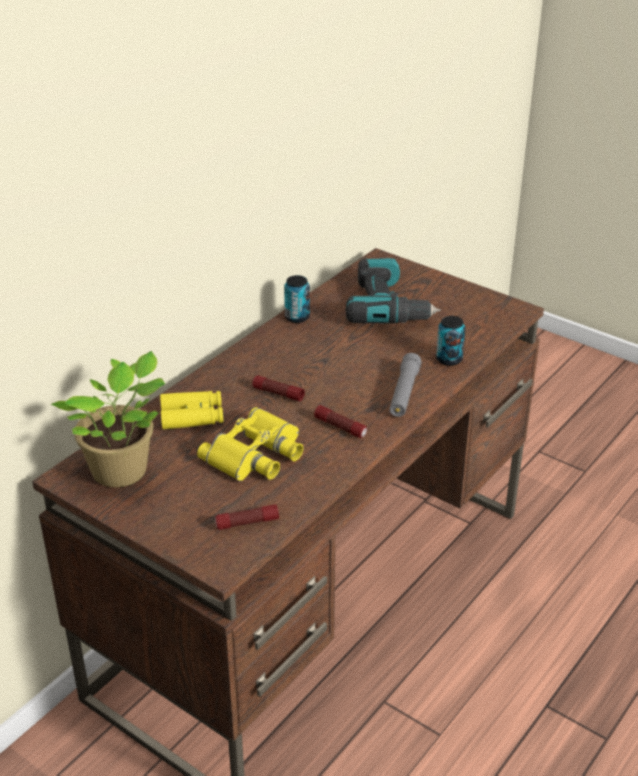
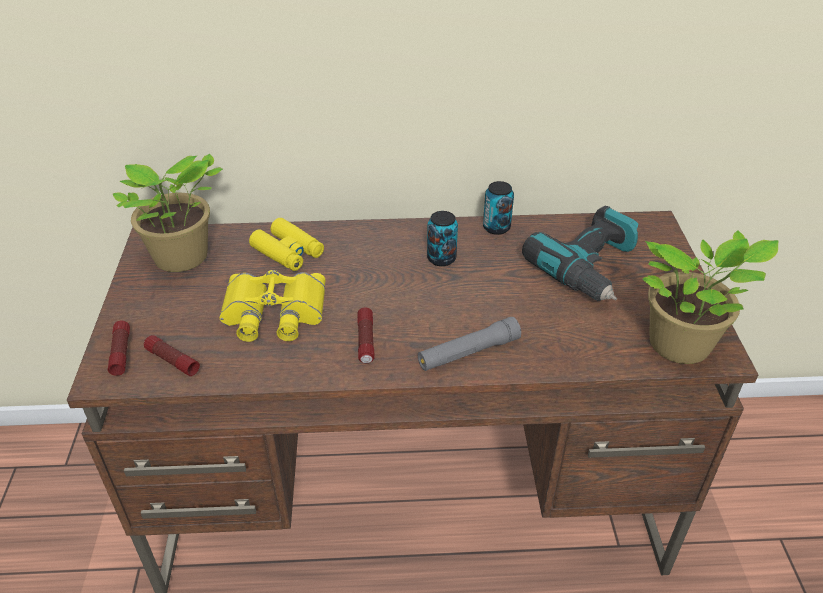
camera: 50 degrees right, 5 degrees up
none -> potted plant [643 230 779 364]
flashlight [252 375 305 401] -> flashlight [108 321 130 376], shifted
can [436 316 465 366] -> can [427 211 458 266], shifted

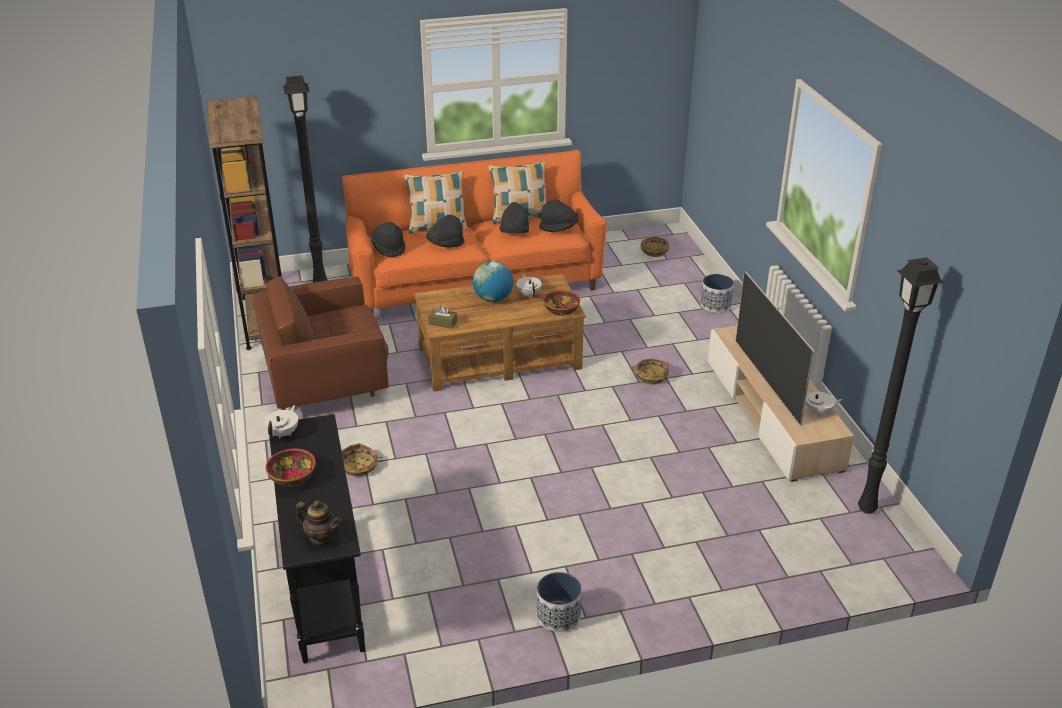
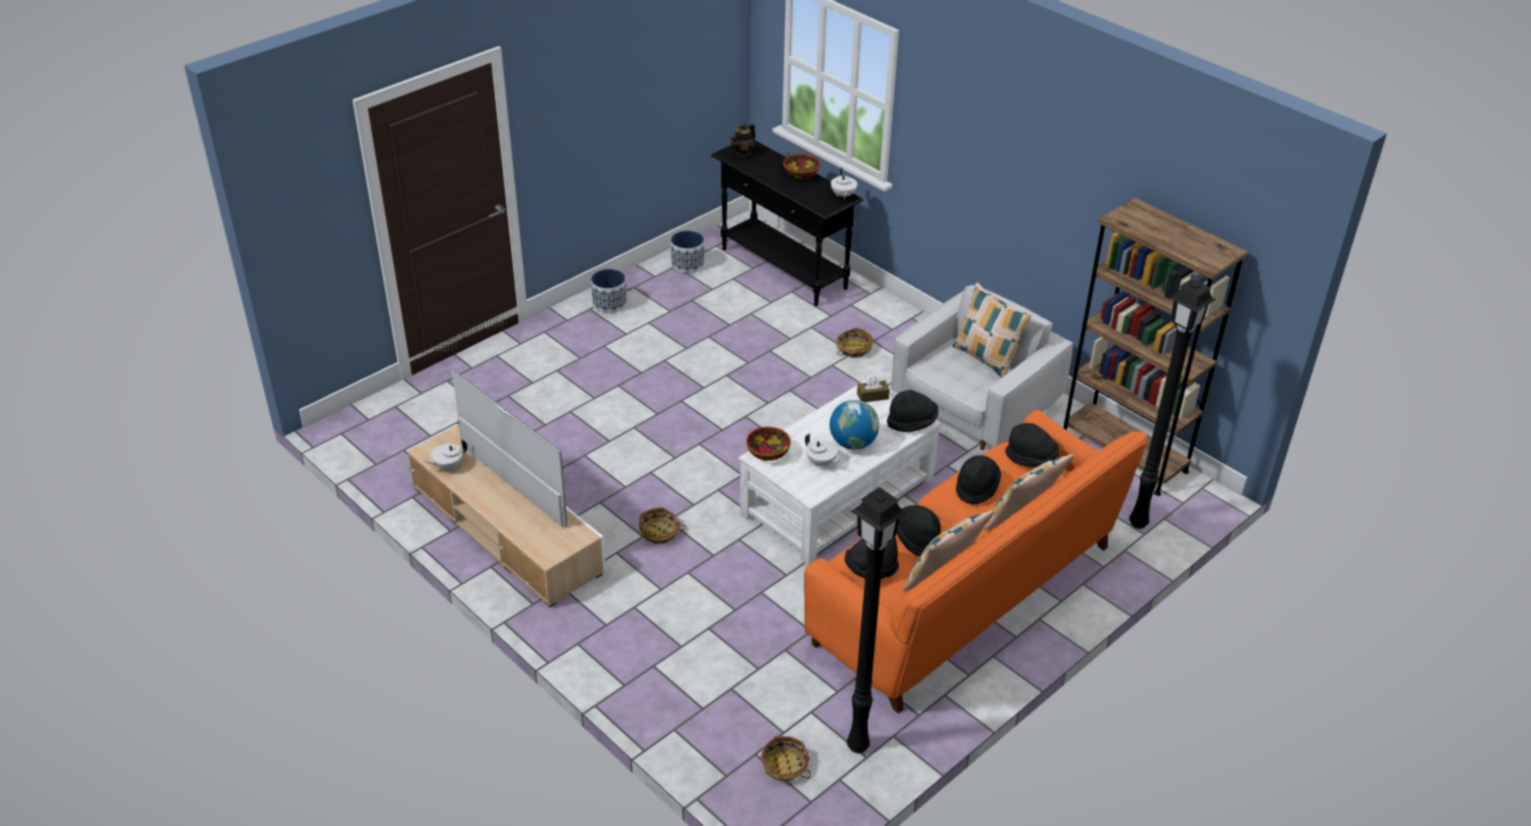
camera: 150 degrees right, 5 degrees up
none -> black hat [887 390 939 432]
none -> pillow [952 282 1031 378]
planter [700 274 734 313] -> planter [671 231 704 273], shifted
black floor lamp [858 258 944 514] -> black floor lamp [847 487 906 753], shifted
brown armchair [254 276 389 410] -> white armchair [891 285 1073 450]
brown coffee table [414 274 586 392] -> white coffee table [738 378 942 565]
teapot [296 500 342 545] -> teapot [731 123 756 158], 45 degrees counterclockwise

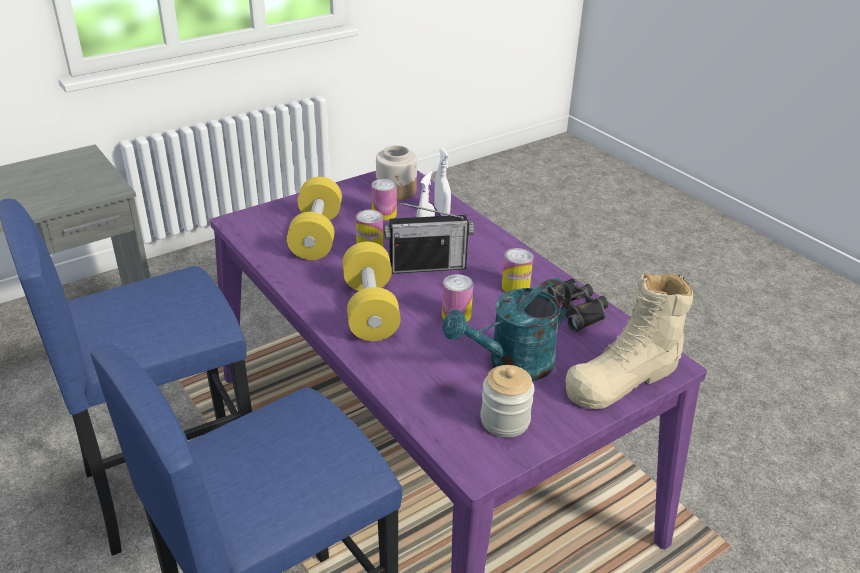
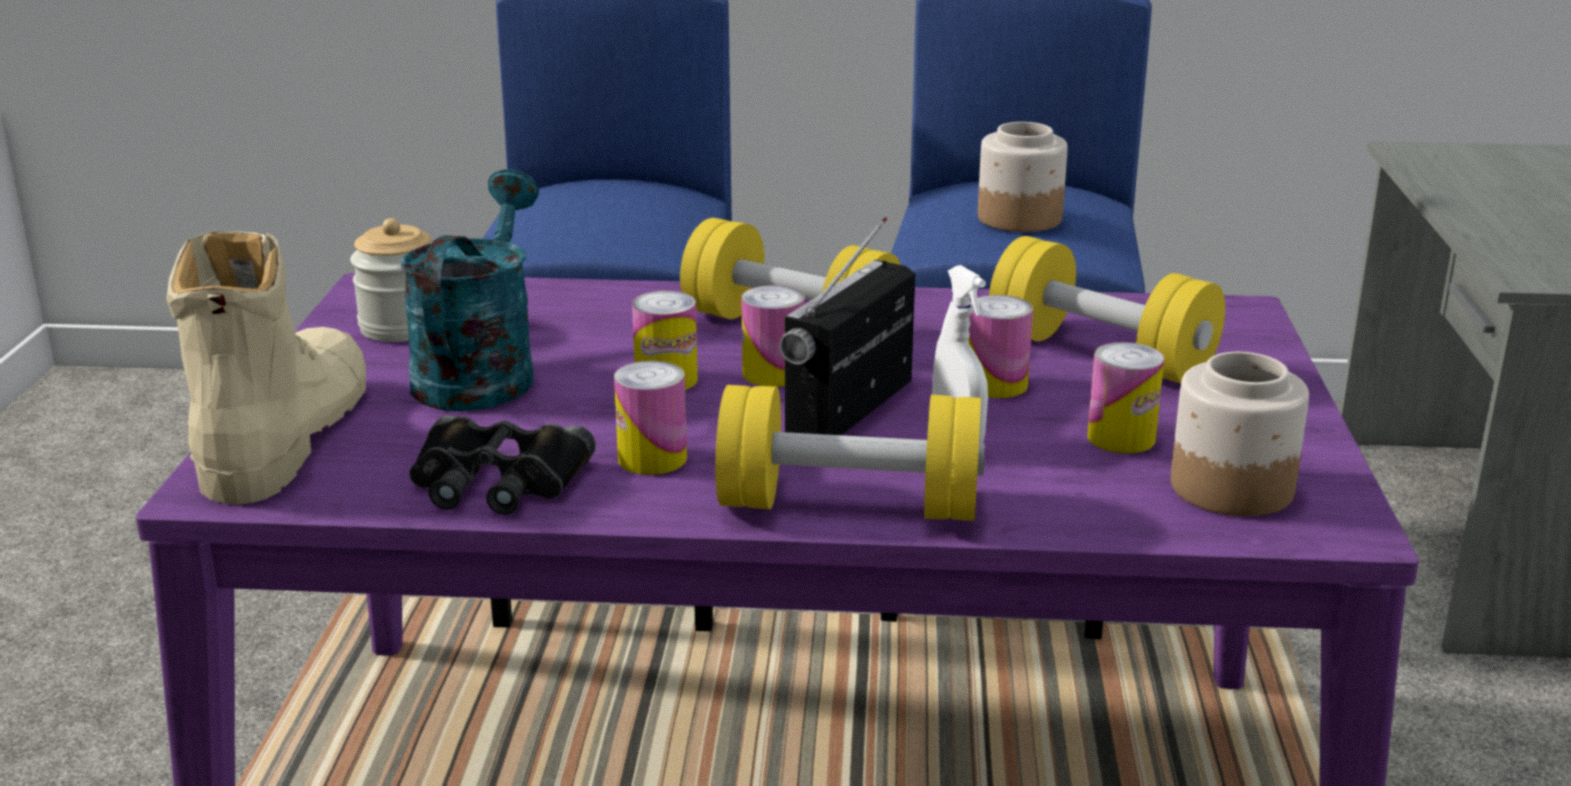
camera: 130 degrees right, 10 degrees down
white spray bottle [434 149 451 216] -> none
none -> yellow dumbbell [715 385 985 521]
none -> can [742 285 805 387]
none -> jar [978 122 1068 232]

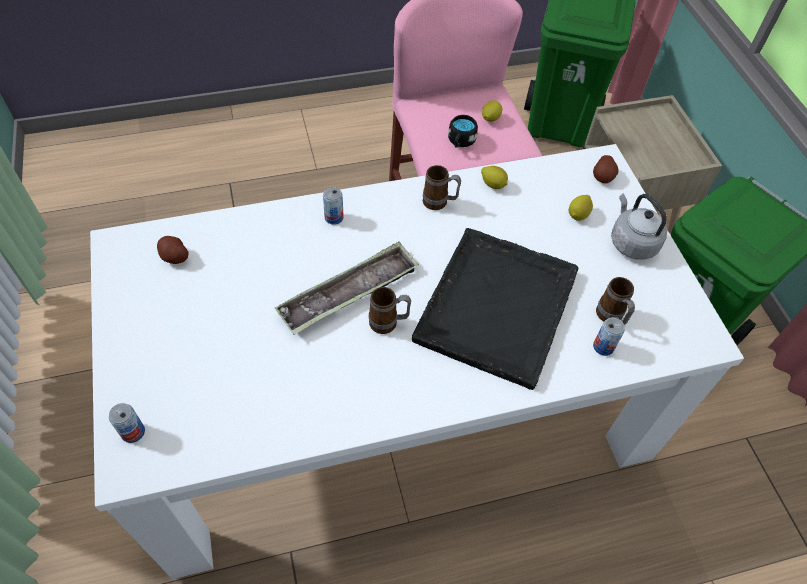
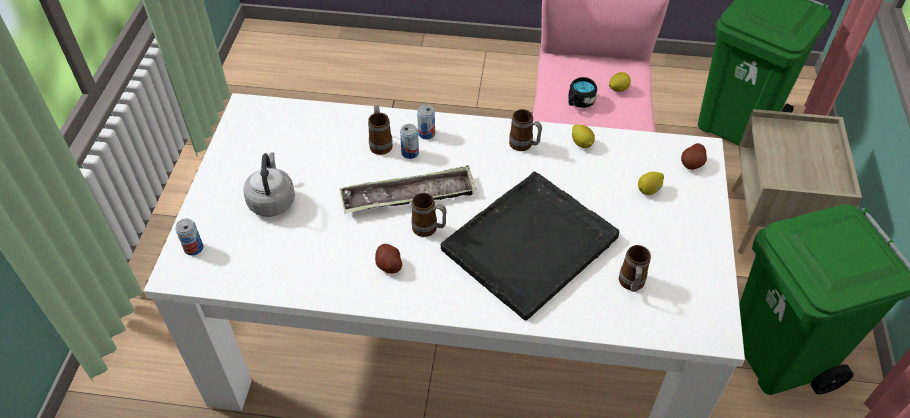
camera: 25 degrees right, 5 degrees down
none -> mug [368 105 393 155]
potato [157 236 188 264] -> potato [375 244 402 274], shifted
can [593 317 625 356] -> can [400 124 419 159], shifted
grey kettle [611 193 668 260] -> grey kettle [243 152 295 217], shifted

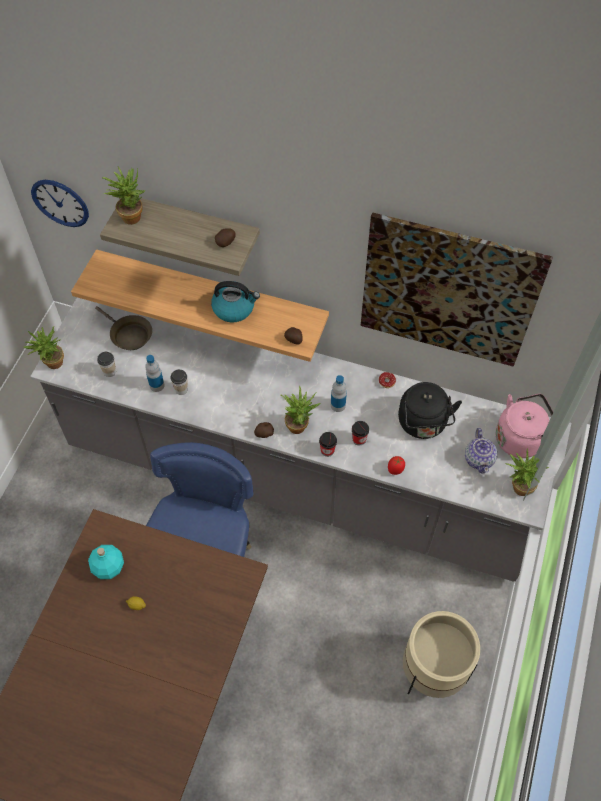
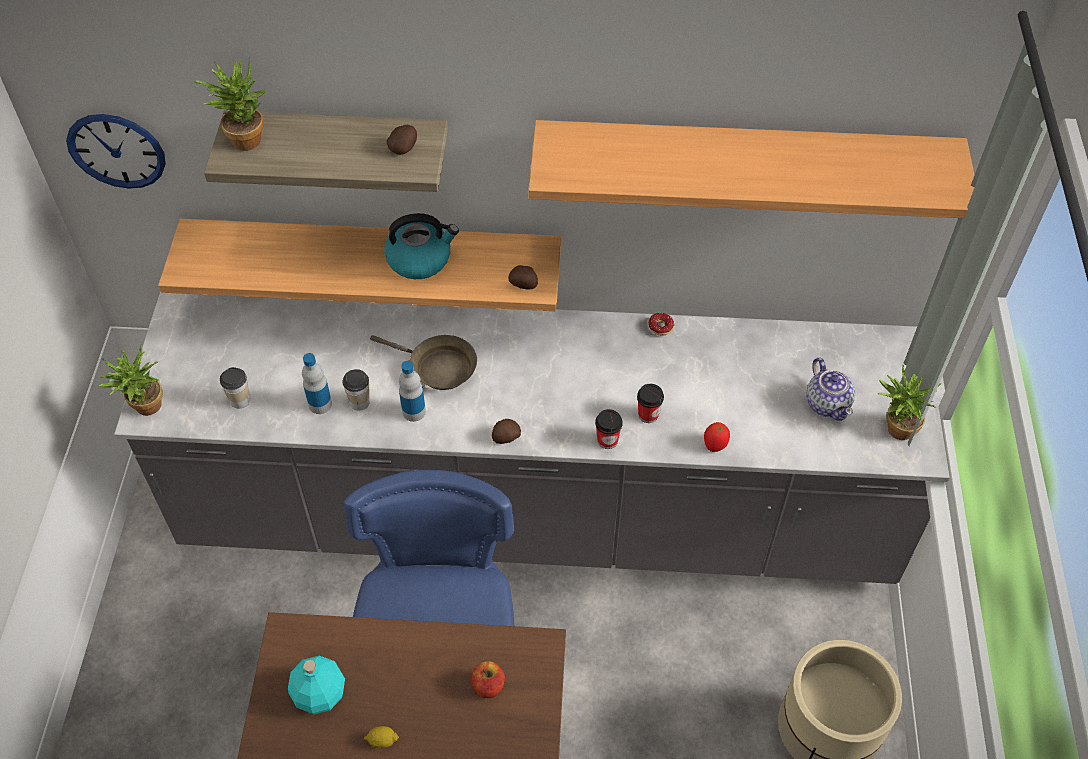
camera: 15 degrees left, 5 degrees down
potted plant [280 386 320 434] -> none
black kettle [398 382 462 439] -> none
pink kettle [496 393 553 458] -> none
none -> apple [472 661 505 698]
brown frying pan [95 306 152 350] -> brown frying pan [370 335 477 390], shifted
bottle [331 375 347 412] -> bottle [399 360 426 422], shifted
picture [360 212 553 367] -> shelf [529 120 974 218]

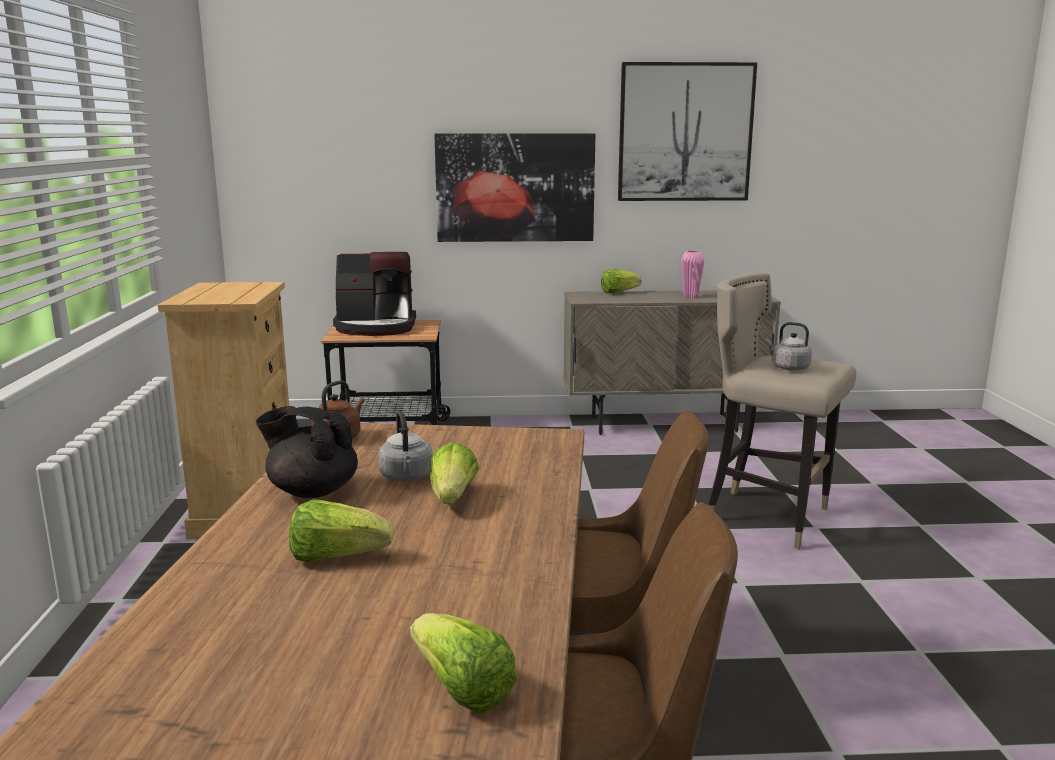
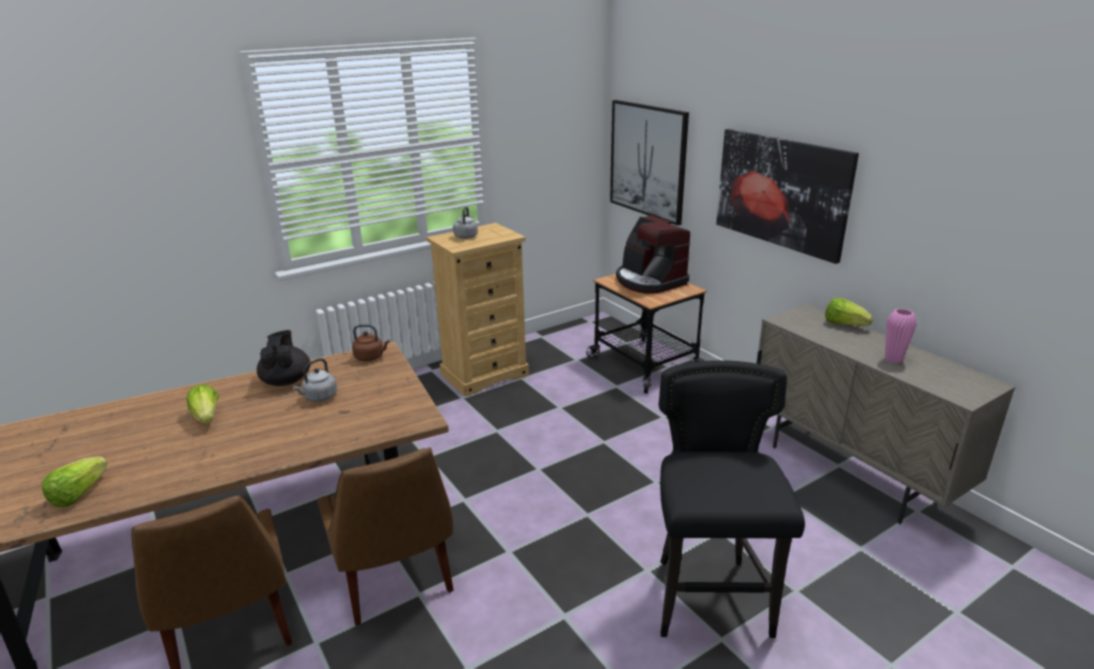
camera: 60 degrees right, 10 degrees up
lettuce [430 442 479 504] -> none
picture [618 62 757 201] -> picture [610 100 689 226], shifted
grey kettle [765 322 812 371] -> grey kettle [453 206 478 239], shifted
beige stool [708 273 856 549] -> black stool [659 360 805 638]

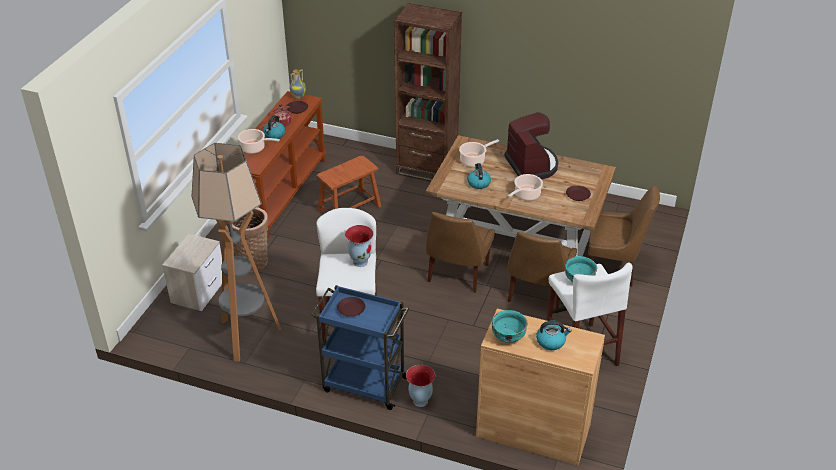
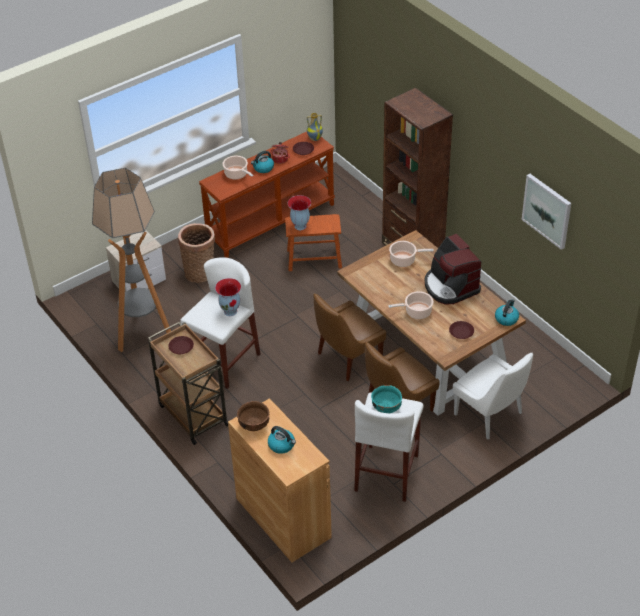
camera: 35 degrees right, 5 degrees up
none -> picture [522 174 571 250]
vase [406 365 435 407] -> vase [288 195 311 230], shifted
kettle [467 163 491 189] -> kettle [495 299 519 326], shifted
blue cart [311 285 409 410] -> brown cart [148 322 228 445]
turquoise bowl [492 310 528 343] -> brown bowl [237 401 269 431]
brown chair [588 185 660 287] -> white chair [453 353 533 440]
coffee machine [504 112 558 179] -> coffee machine [425 234 482 305], 135 degrees clockwise

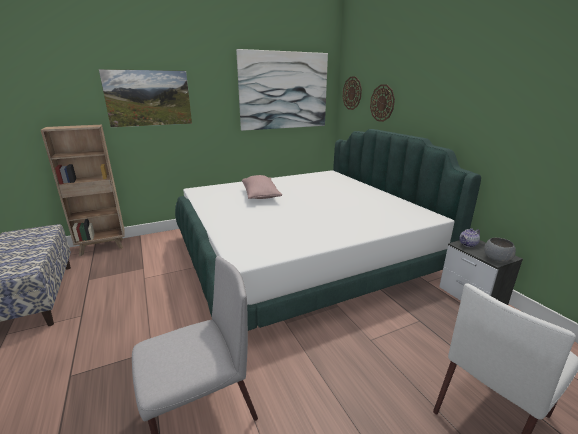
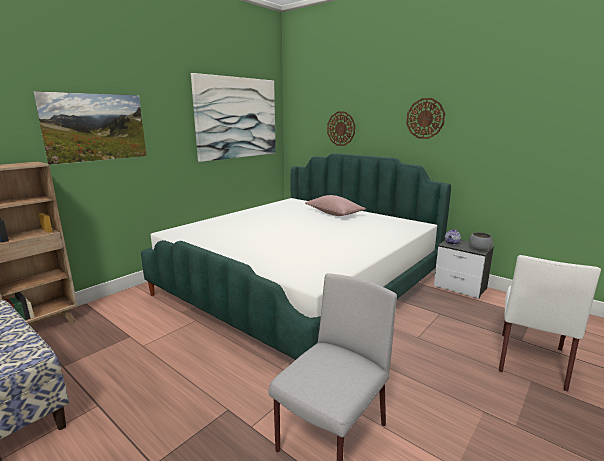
camera: 25 degrees left, 5 degrees down
pink pillow [242 175 282 199] -> pink pillow [305 195 366 216], shifted
wall clock [343 77 362 110] -> wall clock [406 98 445 139], shifted

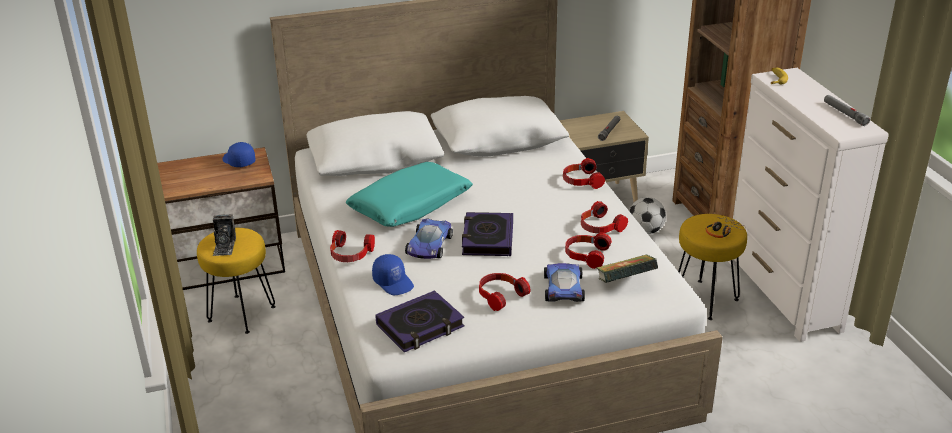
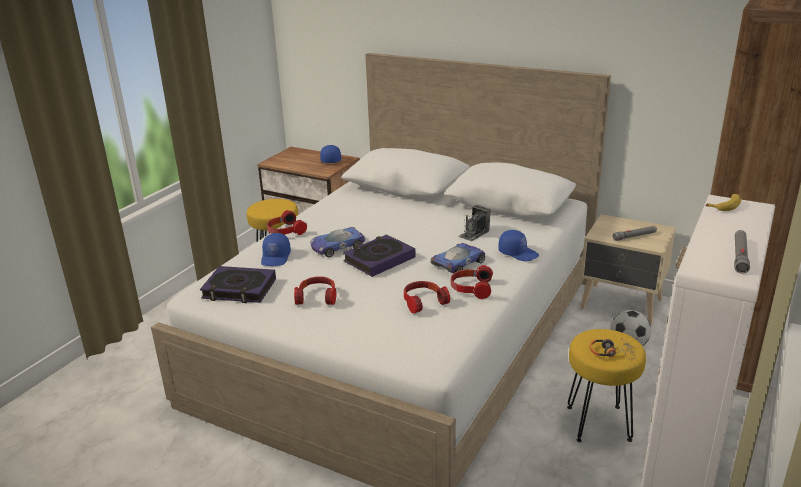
camera: 45 degrees right, 5 degrees down
turquoise pillow [346 162 473 227] -> none
book [596 254 658 283] -> none
photo camera [213 214 236 256] -> photo camera [458 205 491 241], shifted
toy car [544 263 585 302] -> toy car [430 243 485 273], shifted
headphones [563 158 605 189] -> blue cap [499 230 539 262]

